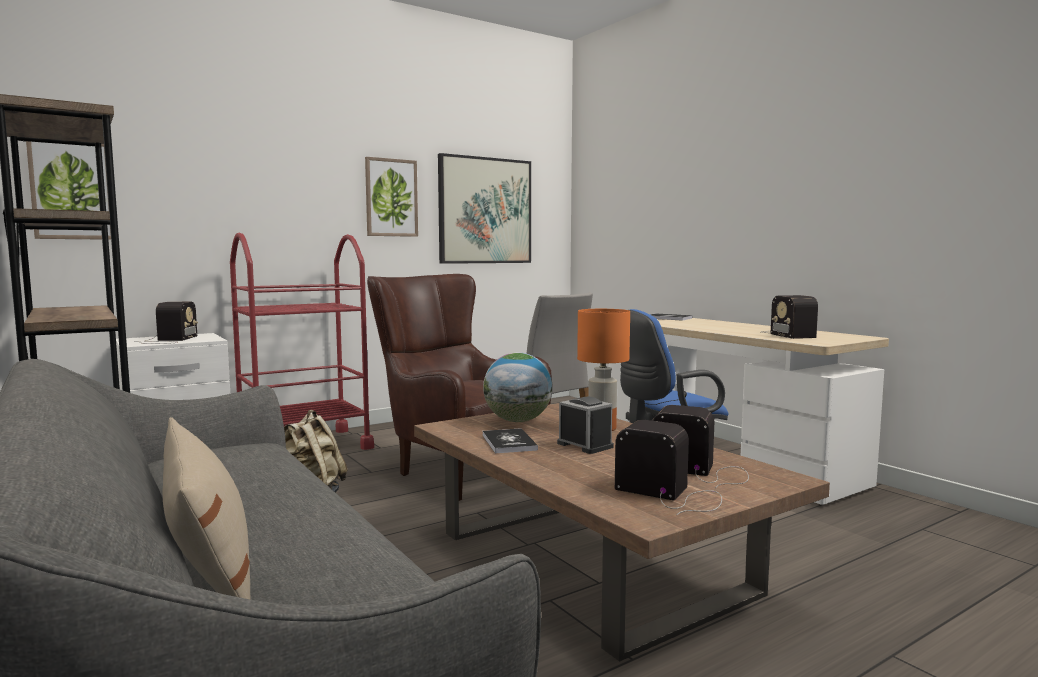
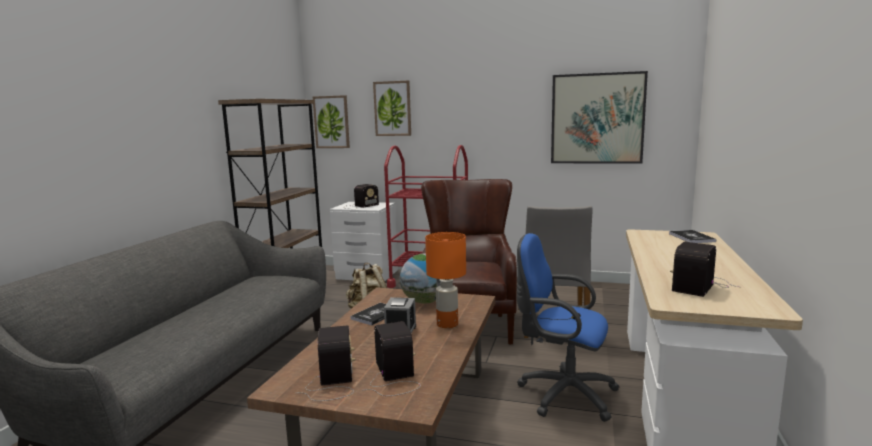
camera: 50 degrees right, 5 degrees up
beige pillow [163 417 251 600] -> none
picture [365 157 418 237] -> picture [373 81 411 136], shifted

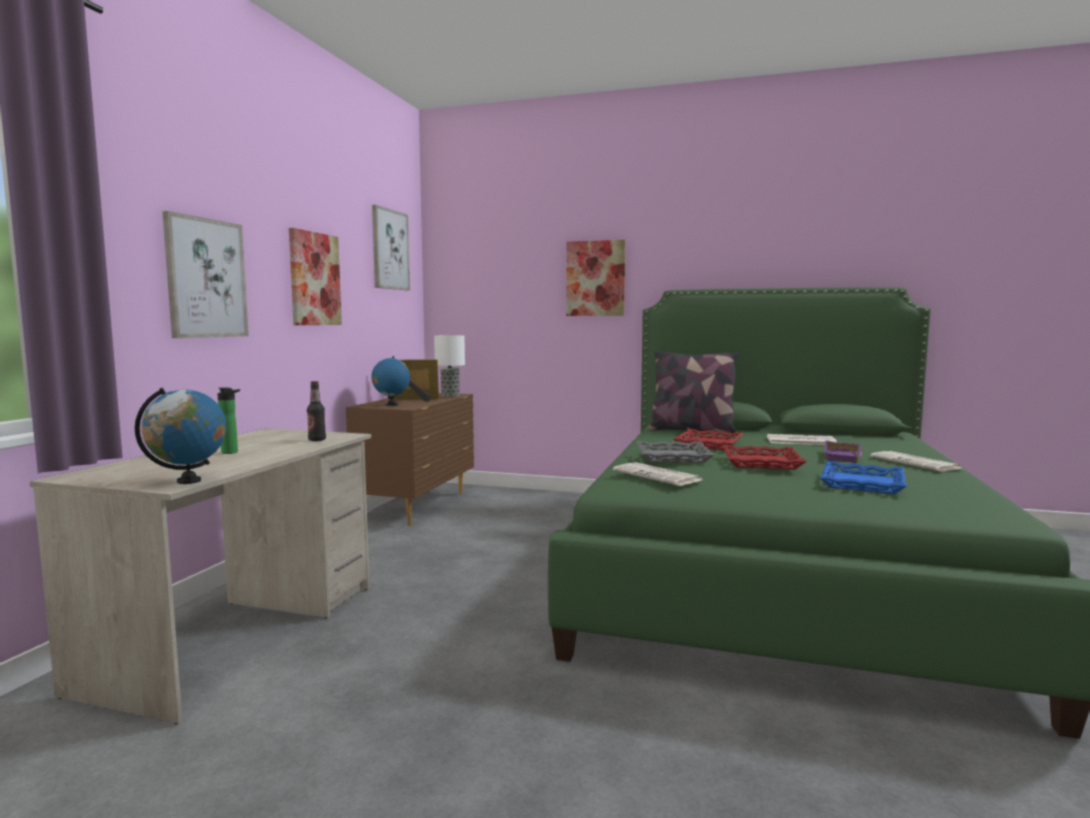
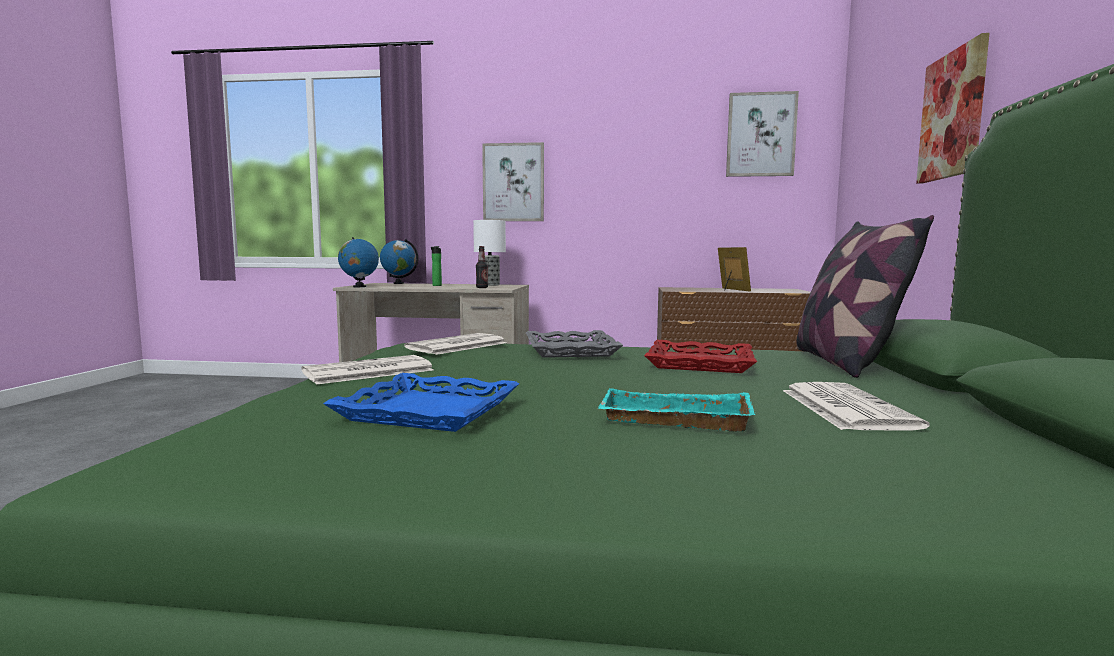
camera: 80 degrees right, 0 degrees up
picture [289 228 342 325] -> none
red tray [722 445 807 469] -> none
globe [372 356 410 406] -> globe [380 239 418 284], shifted
table lamp [434 335 465 397] -> table lamp [473 220 506 286], shifted
newspaper [870 451 962 472] -> newspaper [302 355 434 385], shifted
purple tray [824 440 862 463] -> turquoise tray [598 388 755 431]

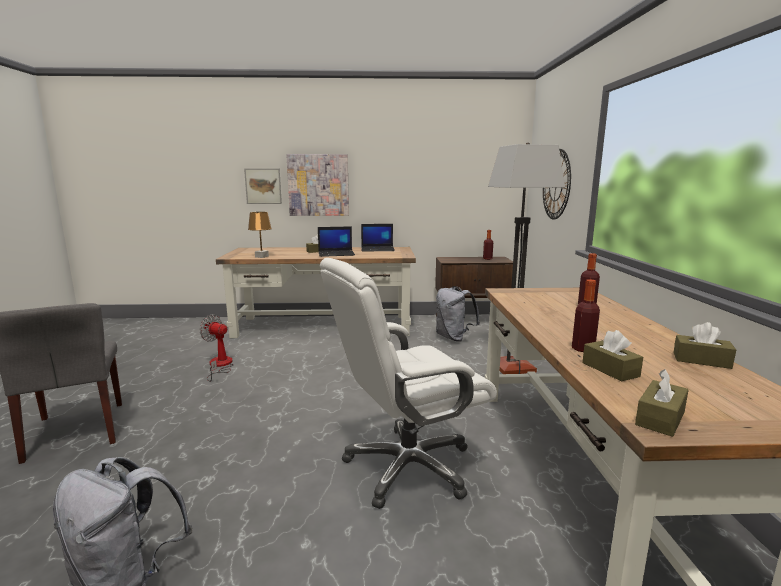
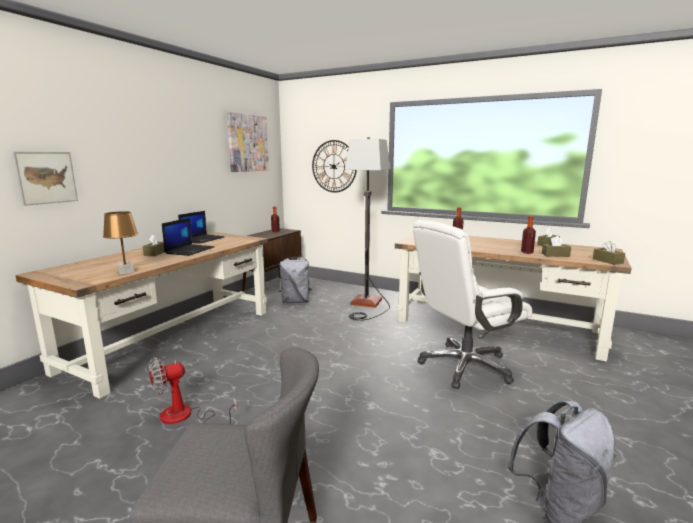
camera: 60 degrees left, 0 degrees up
picture [286 154 349 216] -> picture [227 112 269 172], shifted
white office chair [320 258 497 509] -> white office chair [413 220 533 389], 60 degrees clockwise

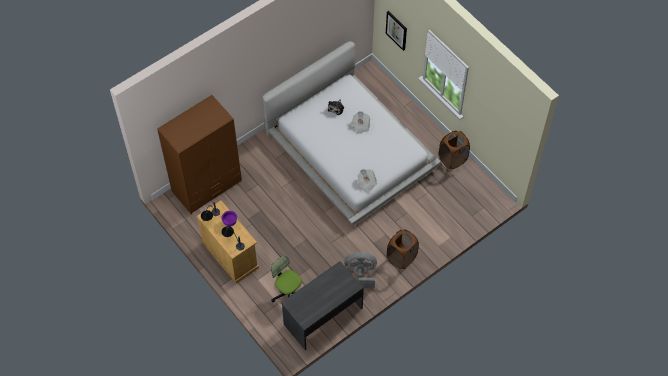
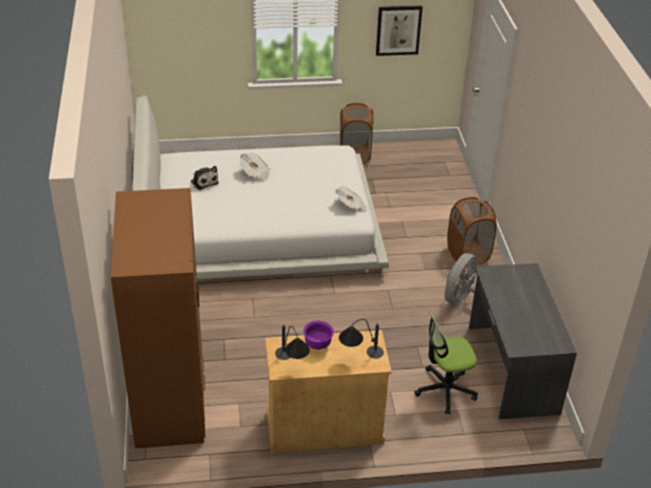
camera: 60 degrees left, 20 degrees down
picture [386 11 407 51] -> picture [376 5 423 56], shifted

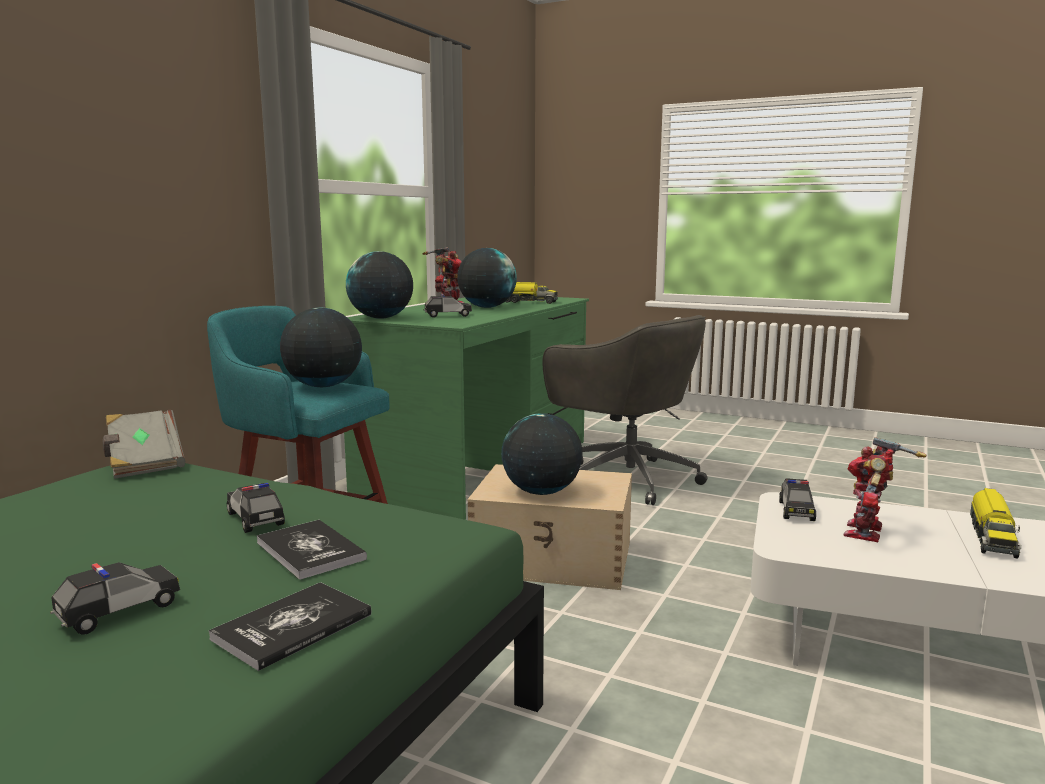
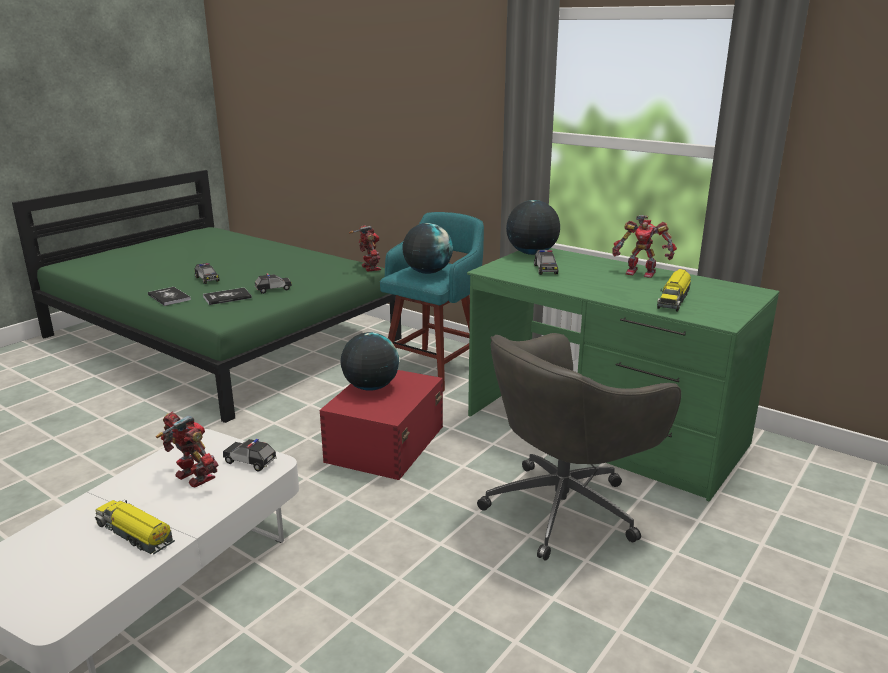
camera: 100 degrees right, 10 degrees up
globe [457 248 517 308] -> none
grey book [103 410 185 479] -> toy robot [349 225 381 271]
beige storage box [467 464 632 590] -> red storage box [320 370 443 480]

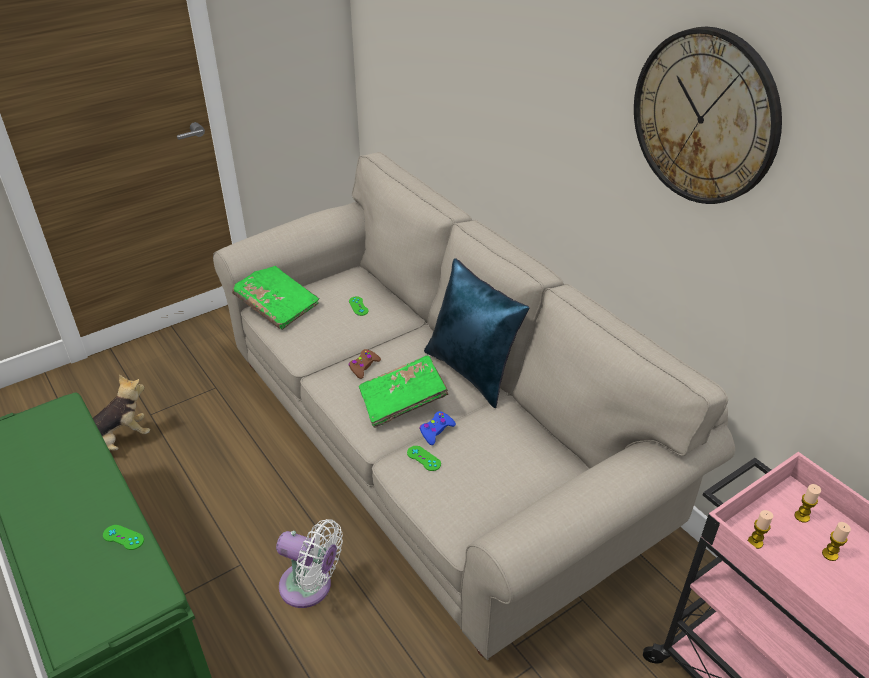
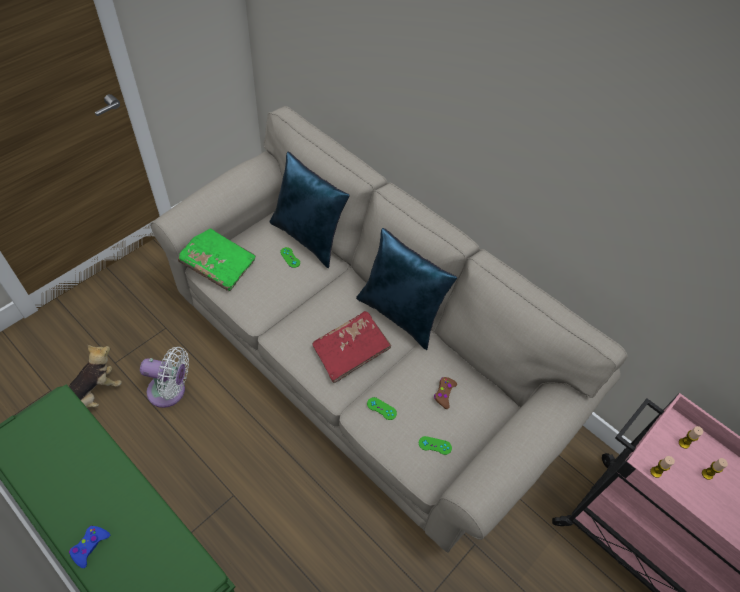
camera: 15 degrees left, 15 degrees up
wall clock [634 27 782 204] -> none
none -> blue pillow [270 152 350 268]
green game controller [103 525 144 550] -> green game controller [419 436 452 455], shifted
white fan [276 519 343 608] -> white fan [140 347 189 408], shifted
brown game controller [348 349 381 379] -> brown game controller [434 377 457 409], shifted
blue game controller [419 411 456 445] -> blue game controller [69 526 110 568], shifted
green book [359 356 449 428] -> red book [312 311 391 384]

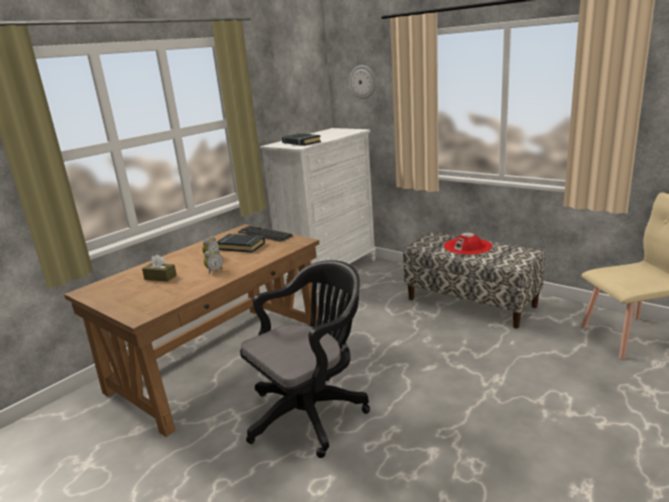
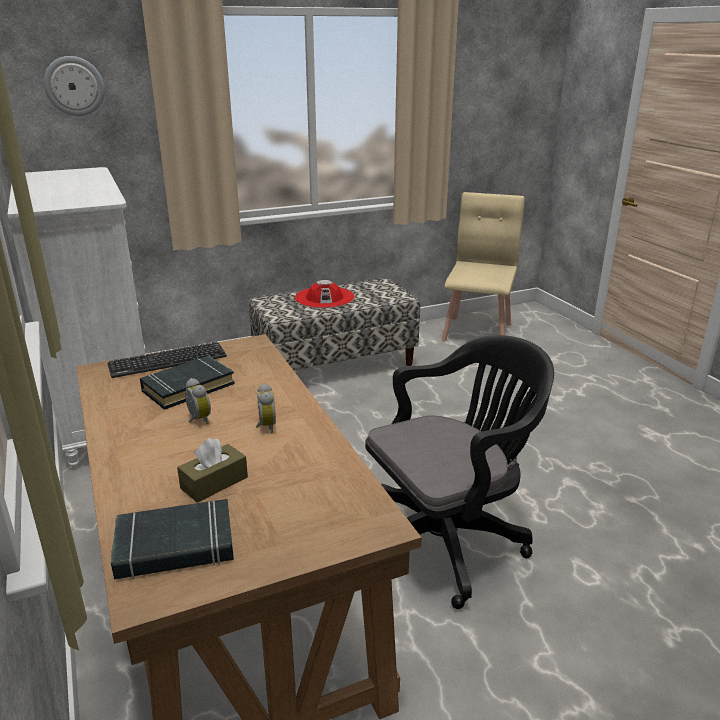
camera: 65 degrees left, 5 degrees up
black book [282 133 321 146] -> black book [110 499 234 580], shifted
black office chair [240 260 370 458] -> black office chair [365 335 554 609], 75 degrees clockwise

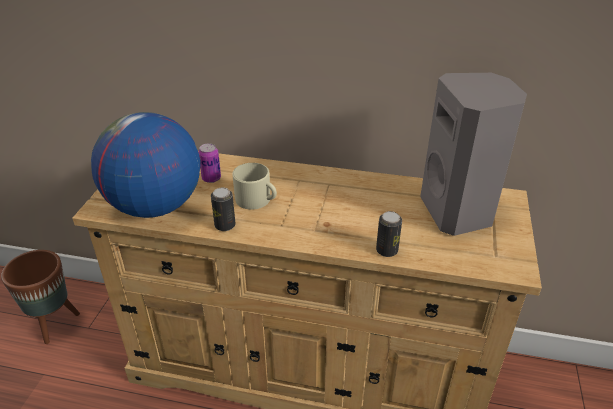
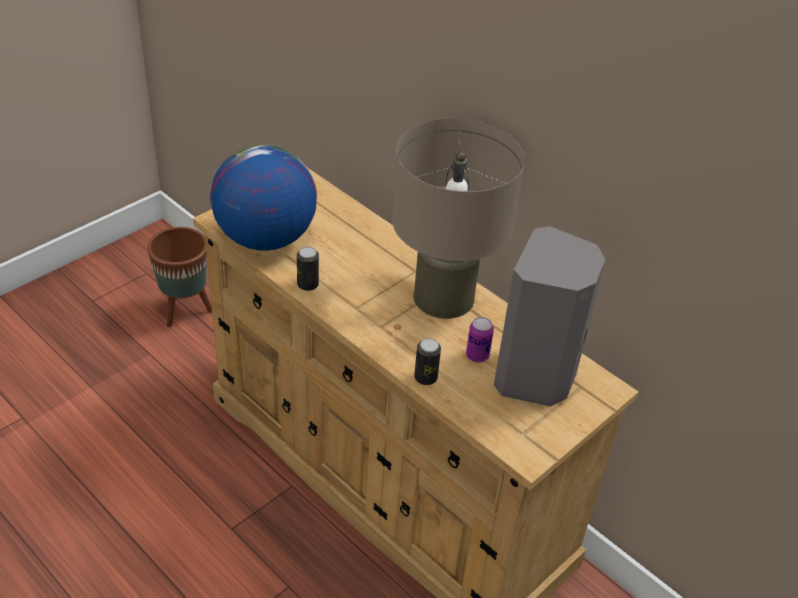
camera: 30 degrees right, 5 degrees up
beige mug [232 163 277 210] -> none
none -> beige table lamp [392 118 525 319]
can [198 143 221 183] -> can [466 317 494 362], shifted

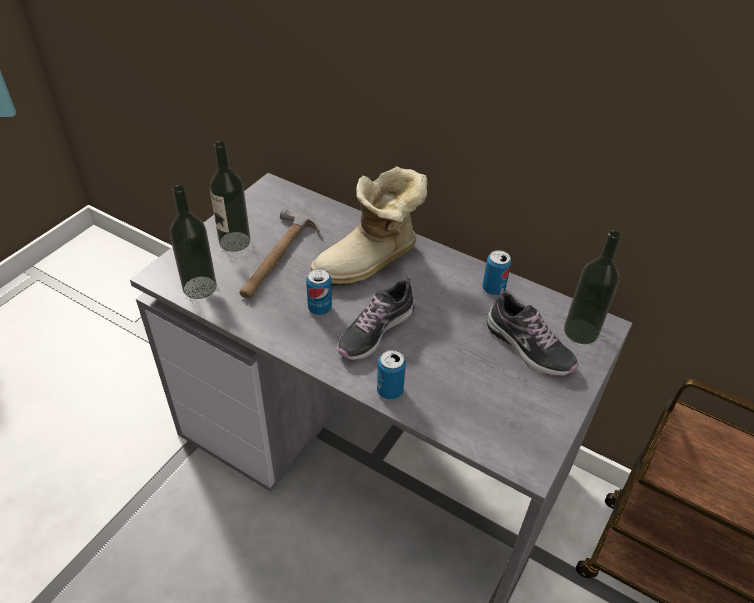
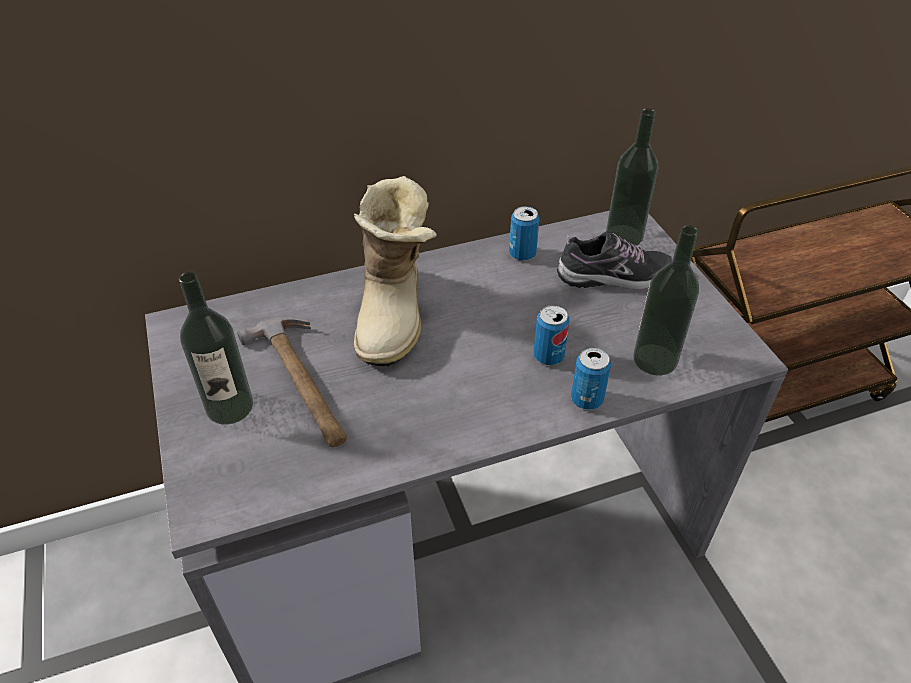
camera: 50 degrees left, 0 degrees up
shoe [337 276 414 360] -> none
bottle [170 185 216 299] -> bottle [633 225 699 375], shifted
can [306 268 332 315] -> can [533 305 570 365], shifted

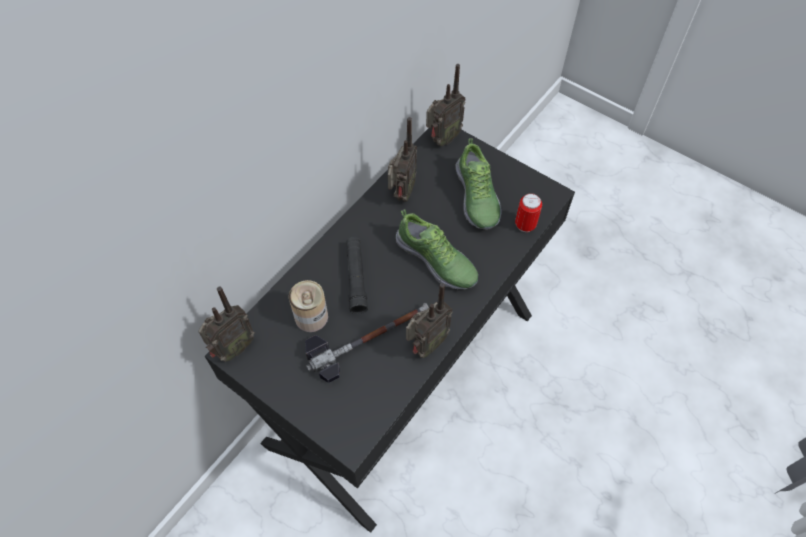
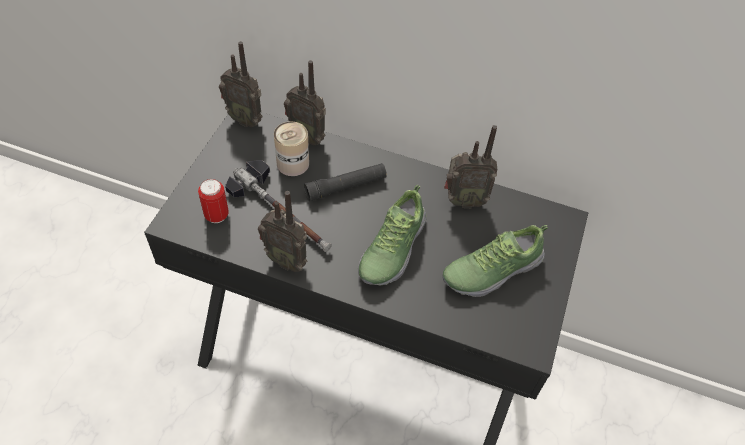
camera: 70 degrees right, 5 degrees down
radio [426 64 465 146] -> radio [284 60 326 145], shifted
can [515 193 542 232] -> can [198 179 229 223], shifted

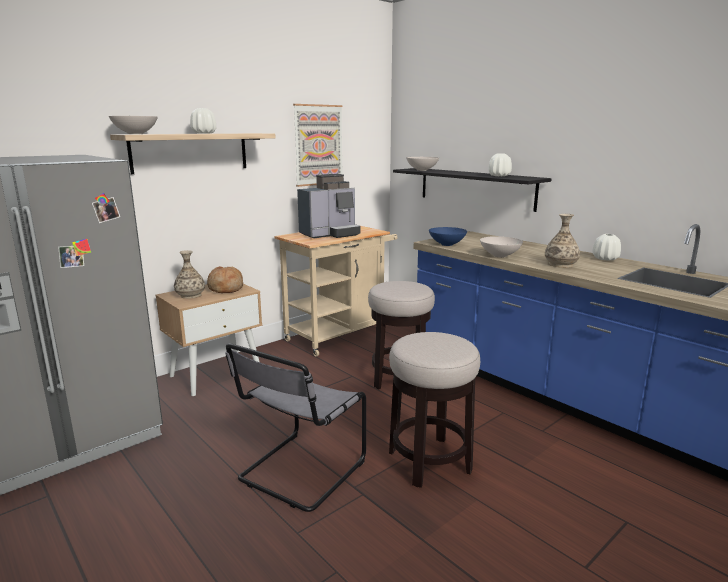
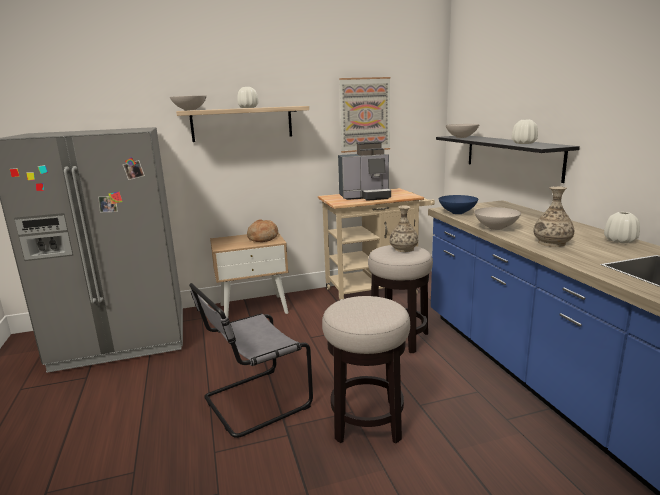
camera: 25 degrees right, 0 degrees up
vase [174 250 205 299] -> vase [389 205 418 252], shifted

